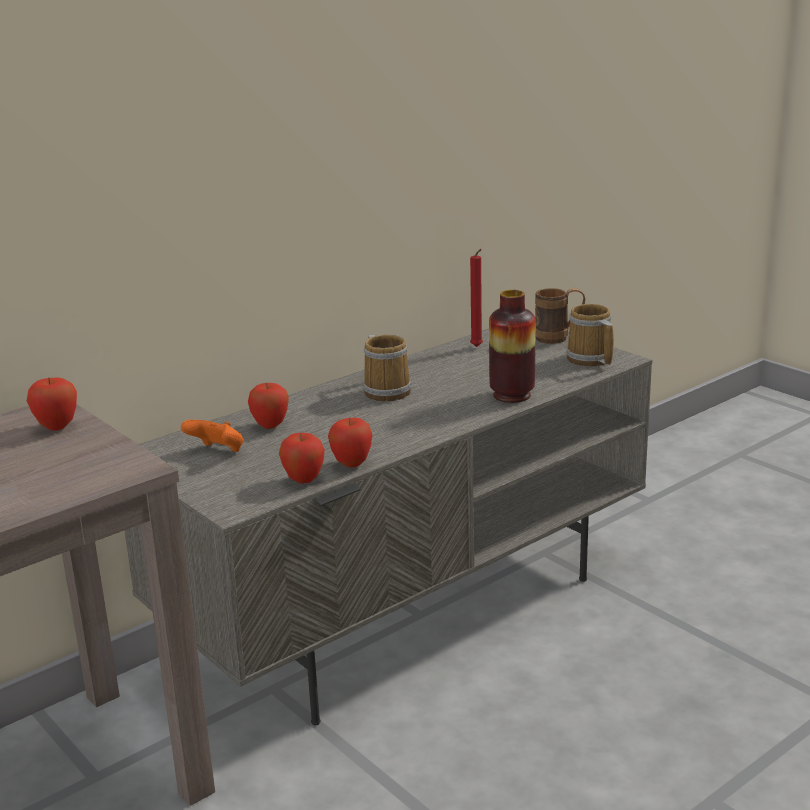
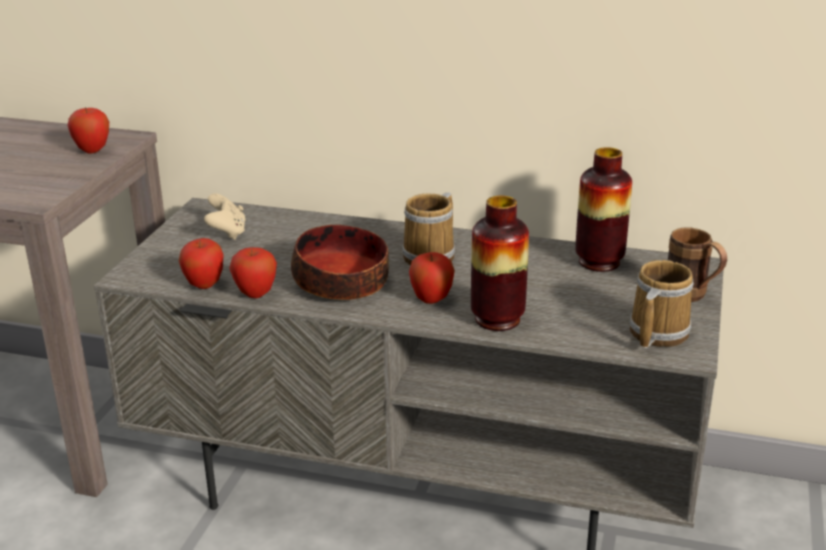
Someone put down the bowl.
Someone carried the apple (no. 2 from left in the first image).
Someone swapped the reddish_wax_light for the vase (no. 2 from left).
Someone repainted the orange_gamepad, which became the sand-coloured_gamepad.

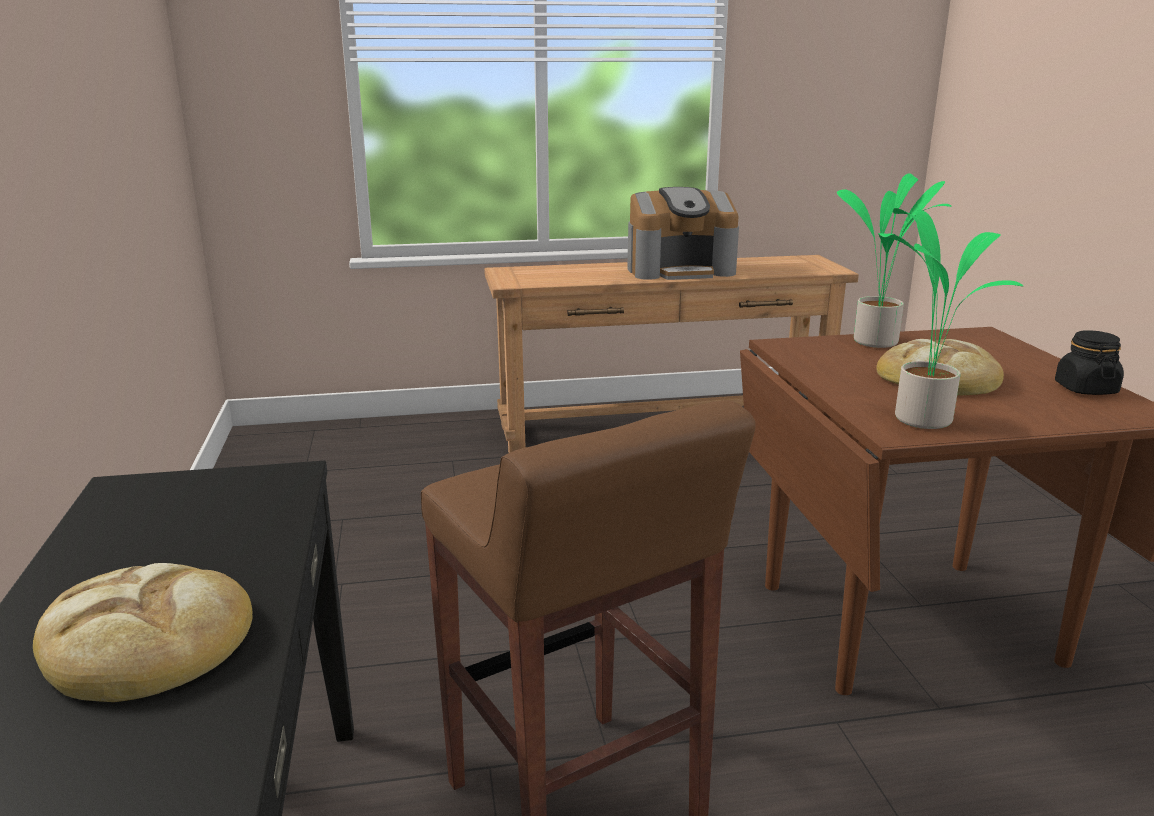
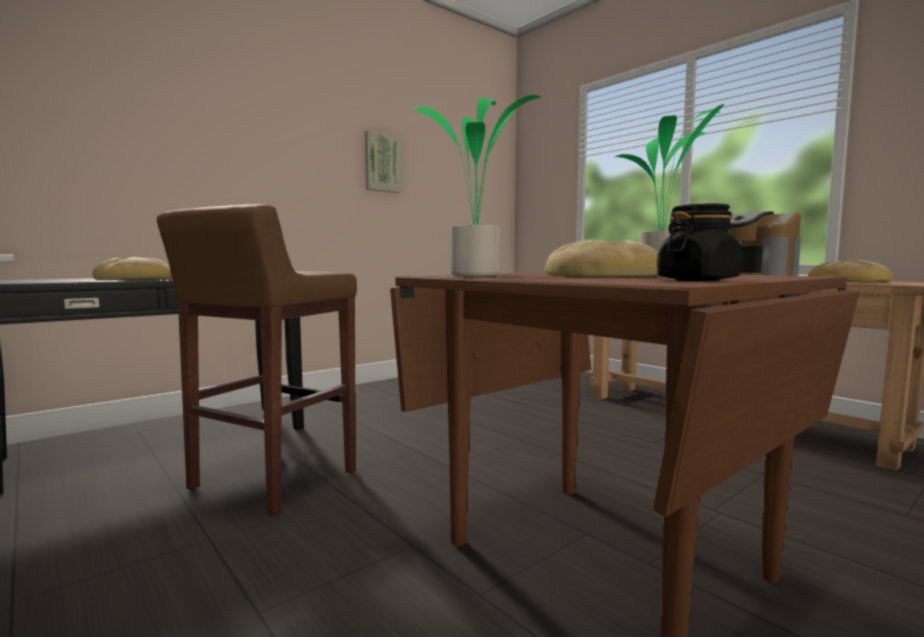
Someone put up the picture.
Someone put down the bakery_bread (no. 3 from left).

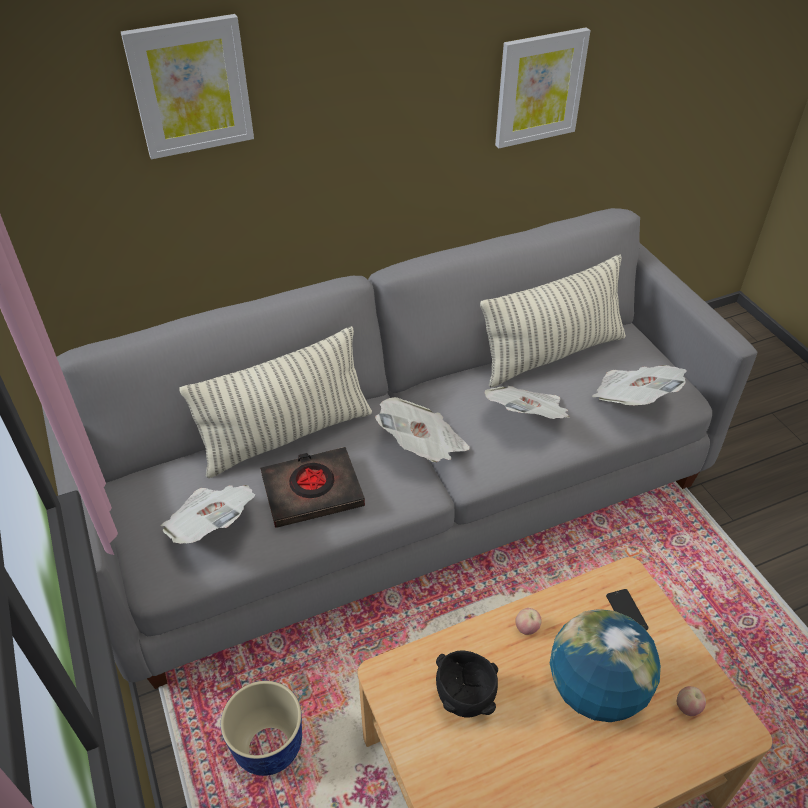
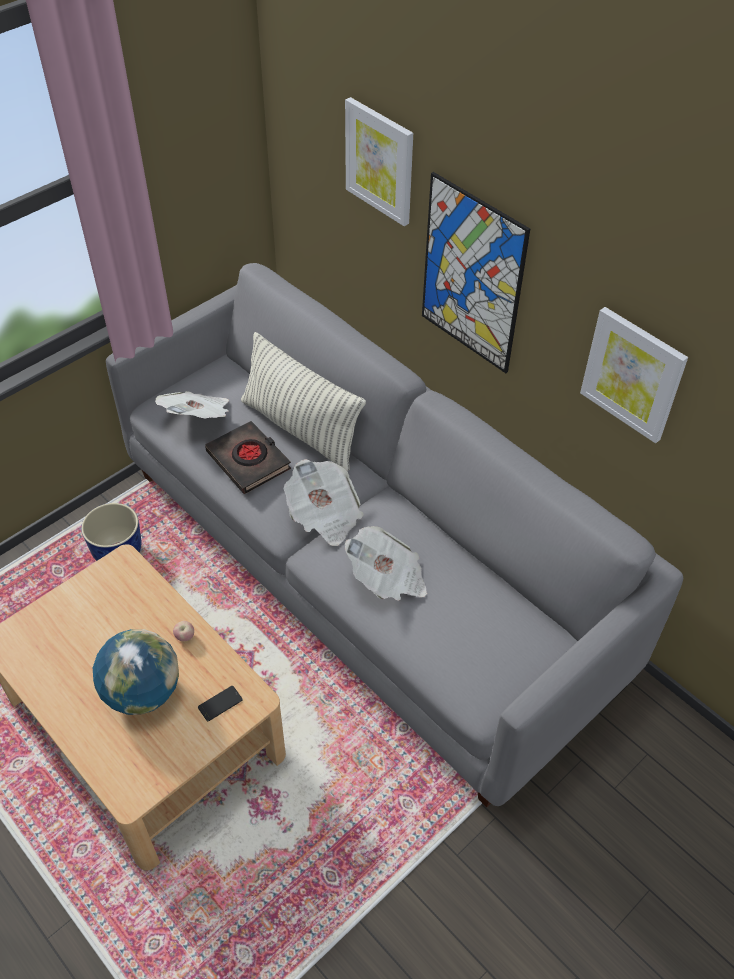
Someone took away the black_bowl.
Someone took away the throw_pillow (no. 2 from left).
Someone took away the printed_paper (no. 4 from left).
Someone took away the apple (no. 2 from left).
Someone put up the picture (no. 2 from left).

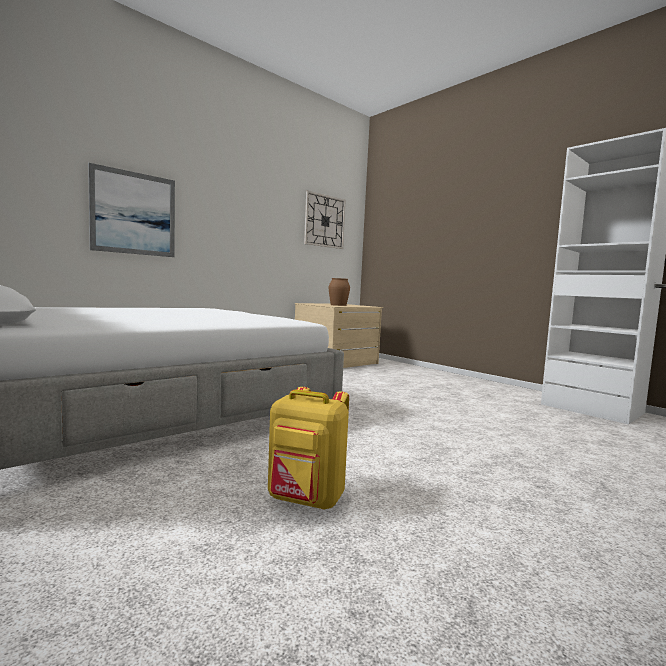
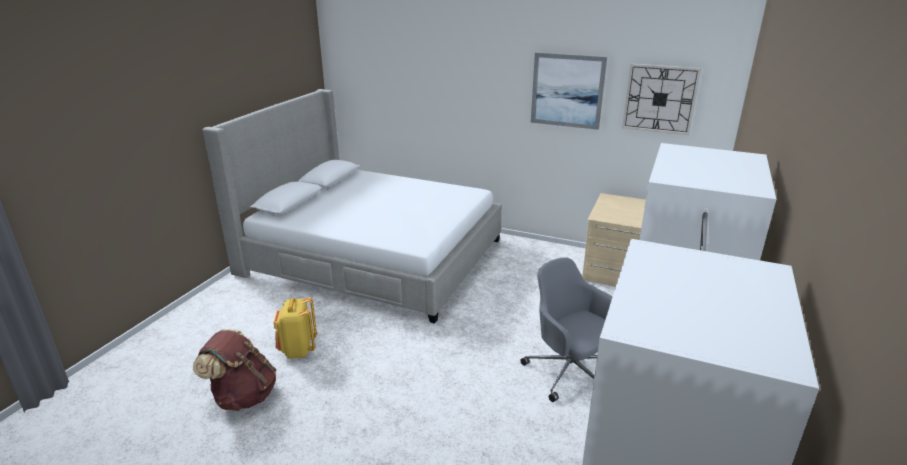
Someone took away the brown_vase.
Someone put down the brown_rucksack.
Someone put down the greyish_computer_chair.
Someone carried the picture.

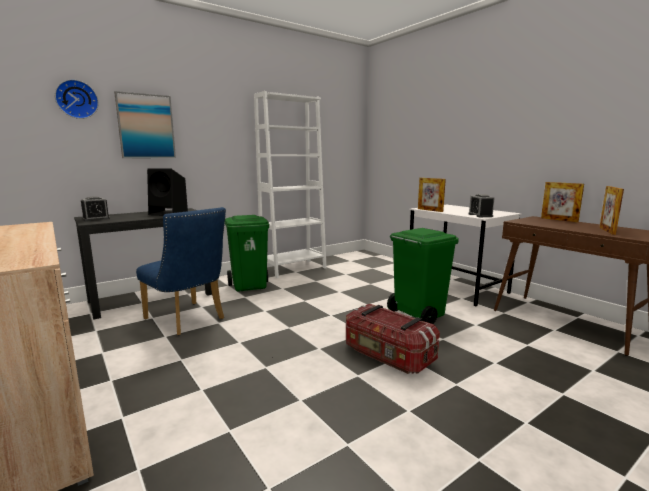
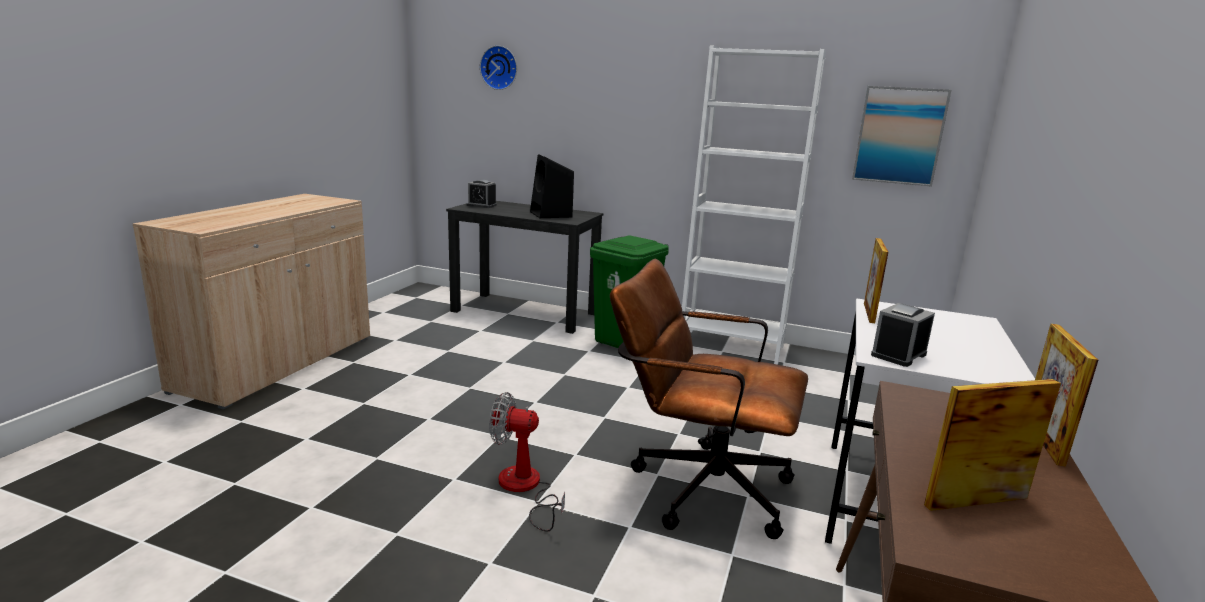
Someone took away the blue-coloured_chair.
Someone carried the picture.
Someone swapped the storage_container for the fan.
Someone swapped the greenish_waste_bin (no. 2 from left) for the brown_computer_chair.

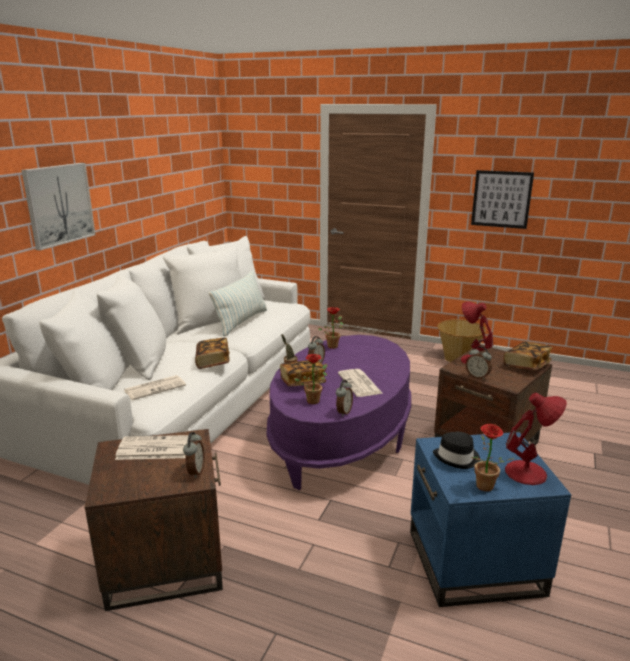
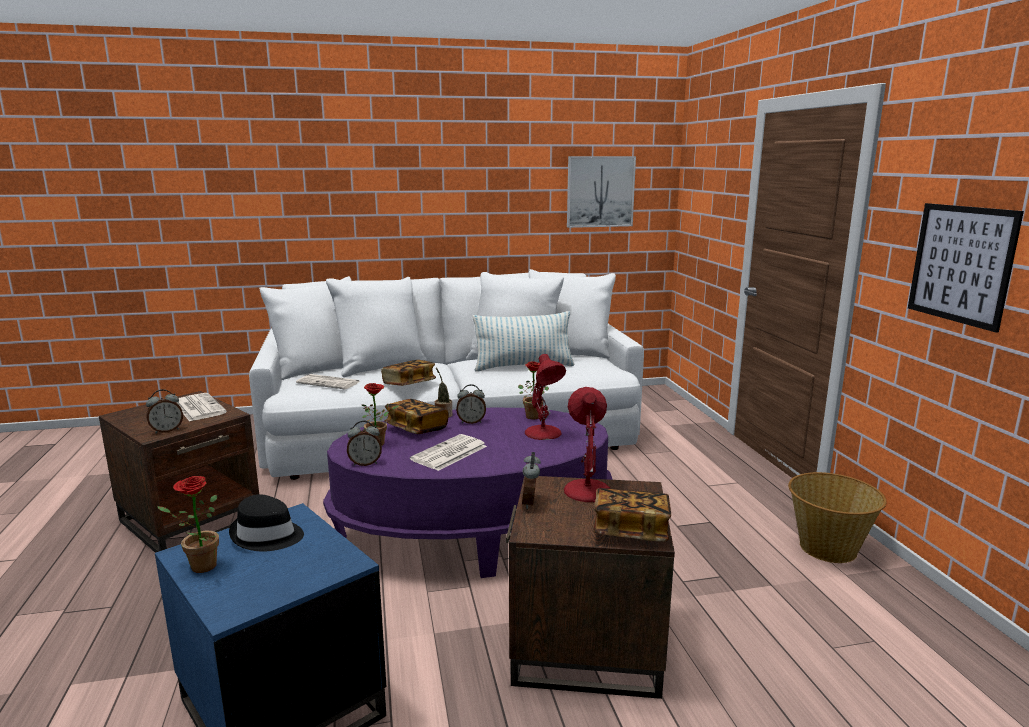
Someone carried the picture (no. 1 from left).
Someone carried the reddish_table_lamp (no. 2 from left in the first image).

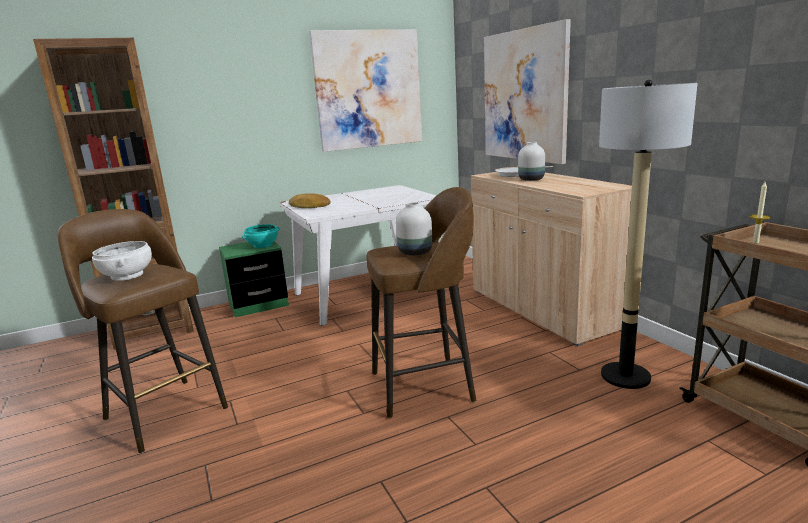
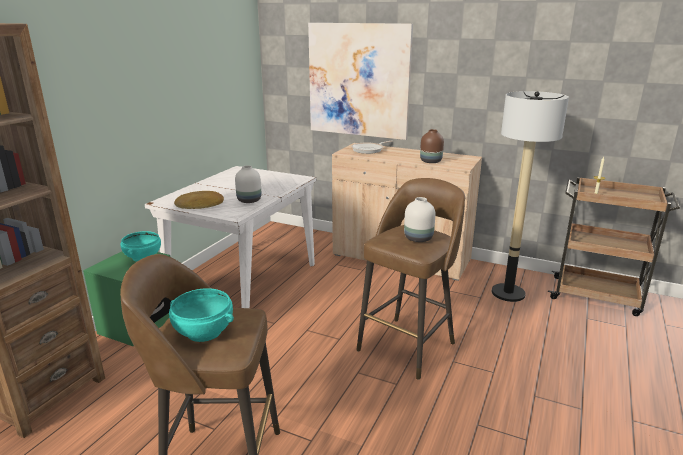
Someone took away the picture (no. 1 from left).
Someone put down the brown_vase.
Someone carried the whitish_vase (no. 2 from left in the first image).
Someone repainted the whitish_bowl, which became the blue-green_bowl (no. 2 from left).

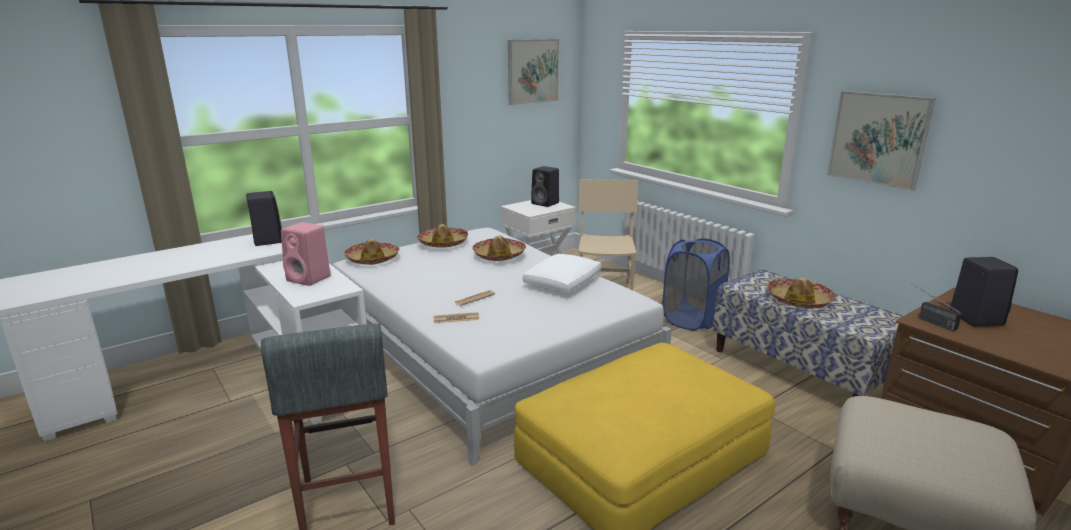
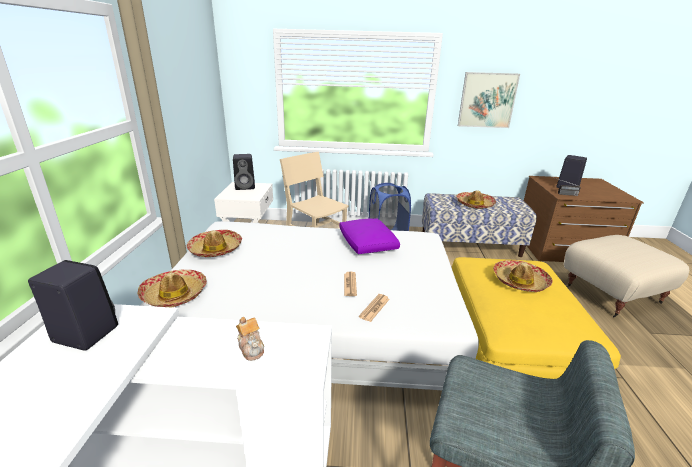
Someone took away the picture (no. 1 from left).
Someone carried the wearable_hat (no. 3 from left in the first image).
Someone swapped the pink-coloured_loudspeaker for the teapot.
Someone repainted the whitish_throw_pillow, which became the purple_throw_pillow.

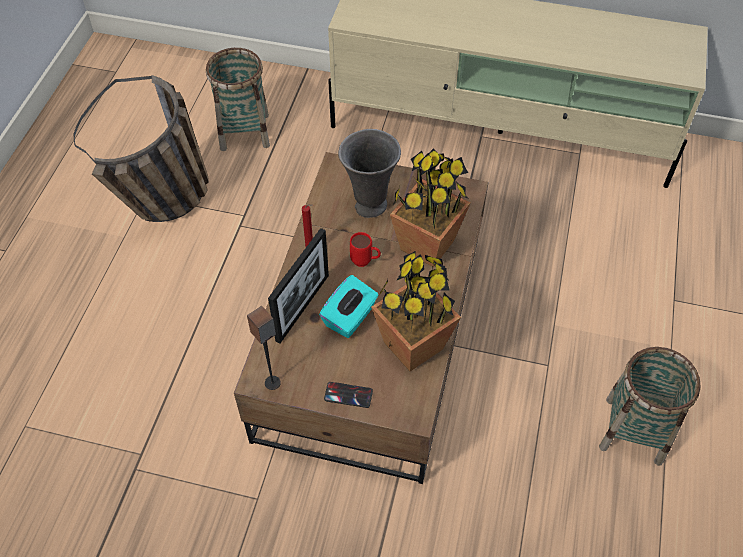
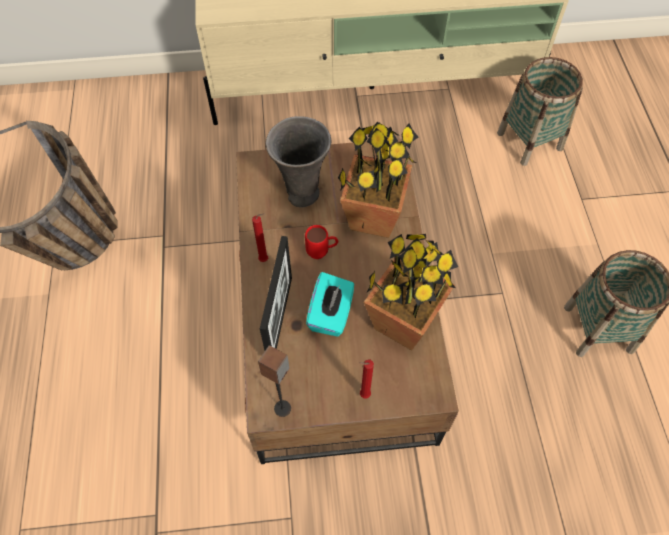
Someone carried the household_basket (no. 2 from left).
Someone swapped the telephone for the reddish_wax_light (no. 2 from left).

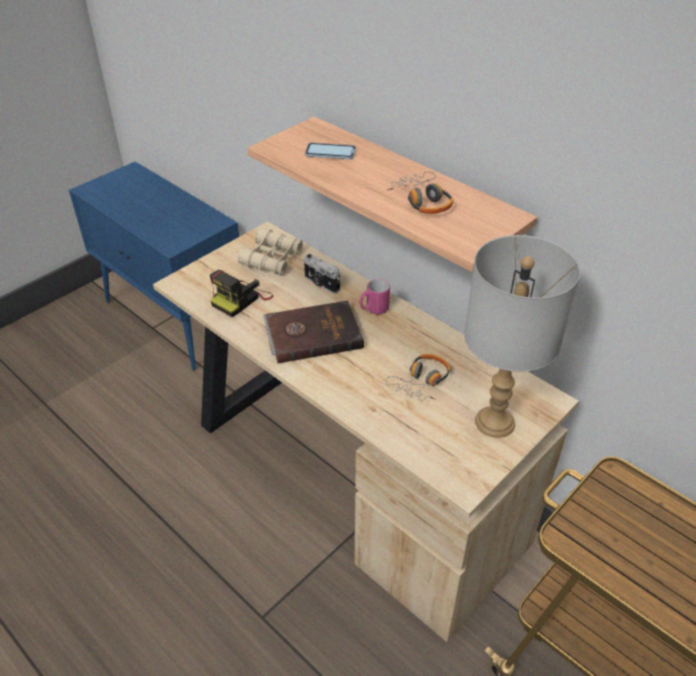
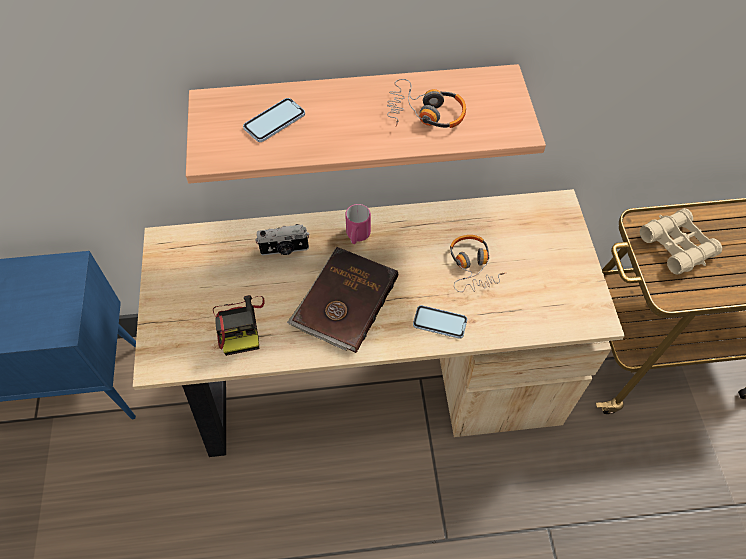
Someone took away the greyish_table_lamp.
Someone put down the telephone (no. 2 from left).
Someone carried the sand-coloured_binoculars.

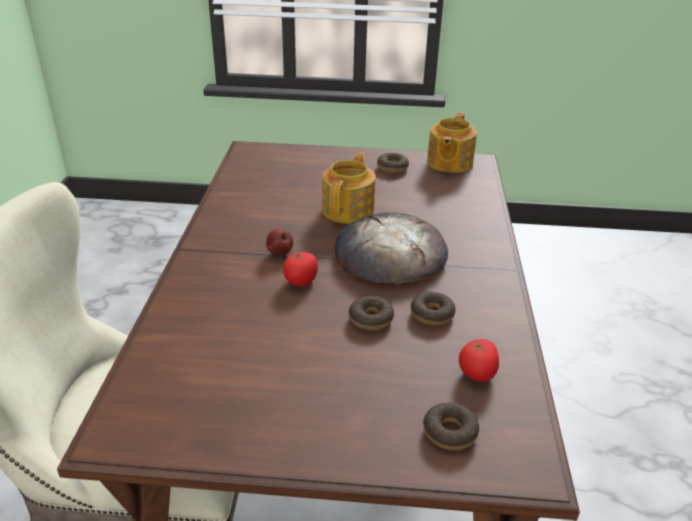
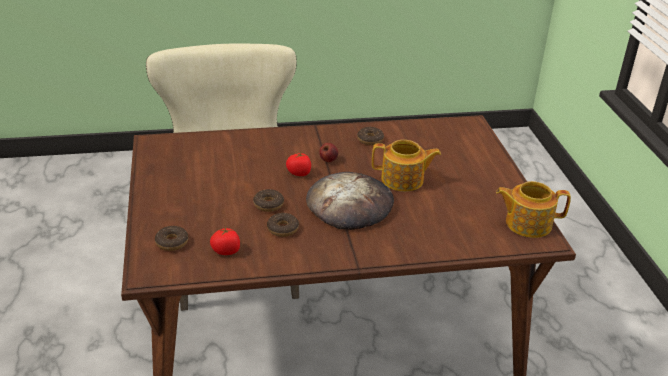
Someone carried the ring_doughnut (no. 2 from left in the first image).

